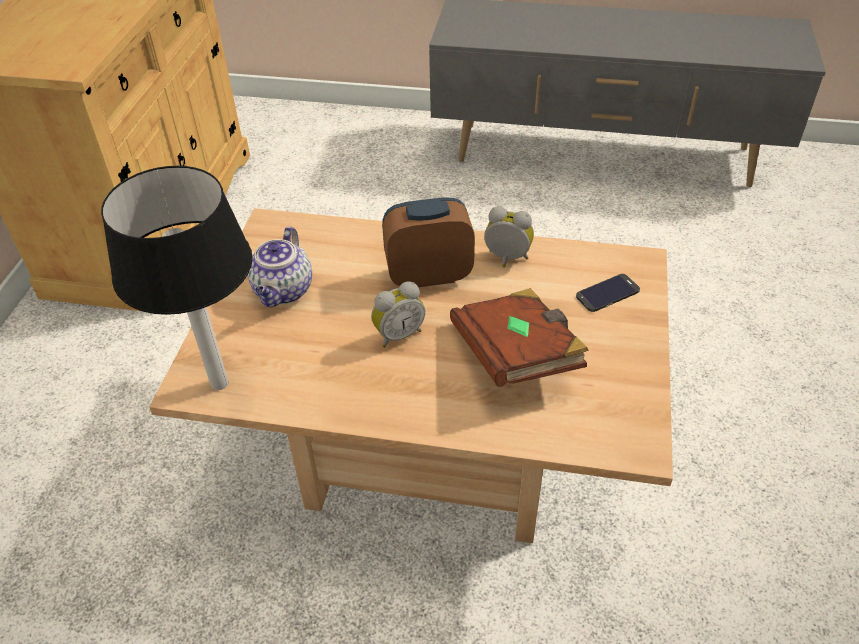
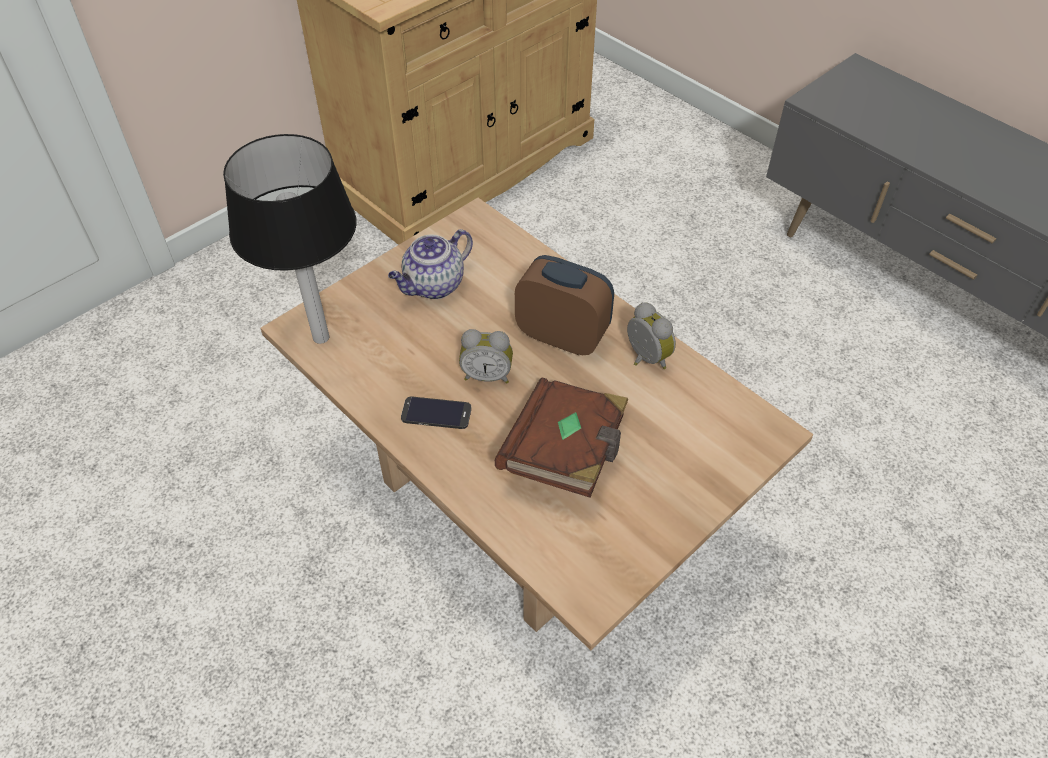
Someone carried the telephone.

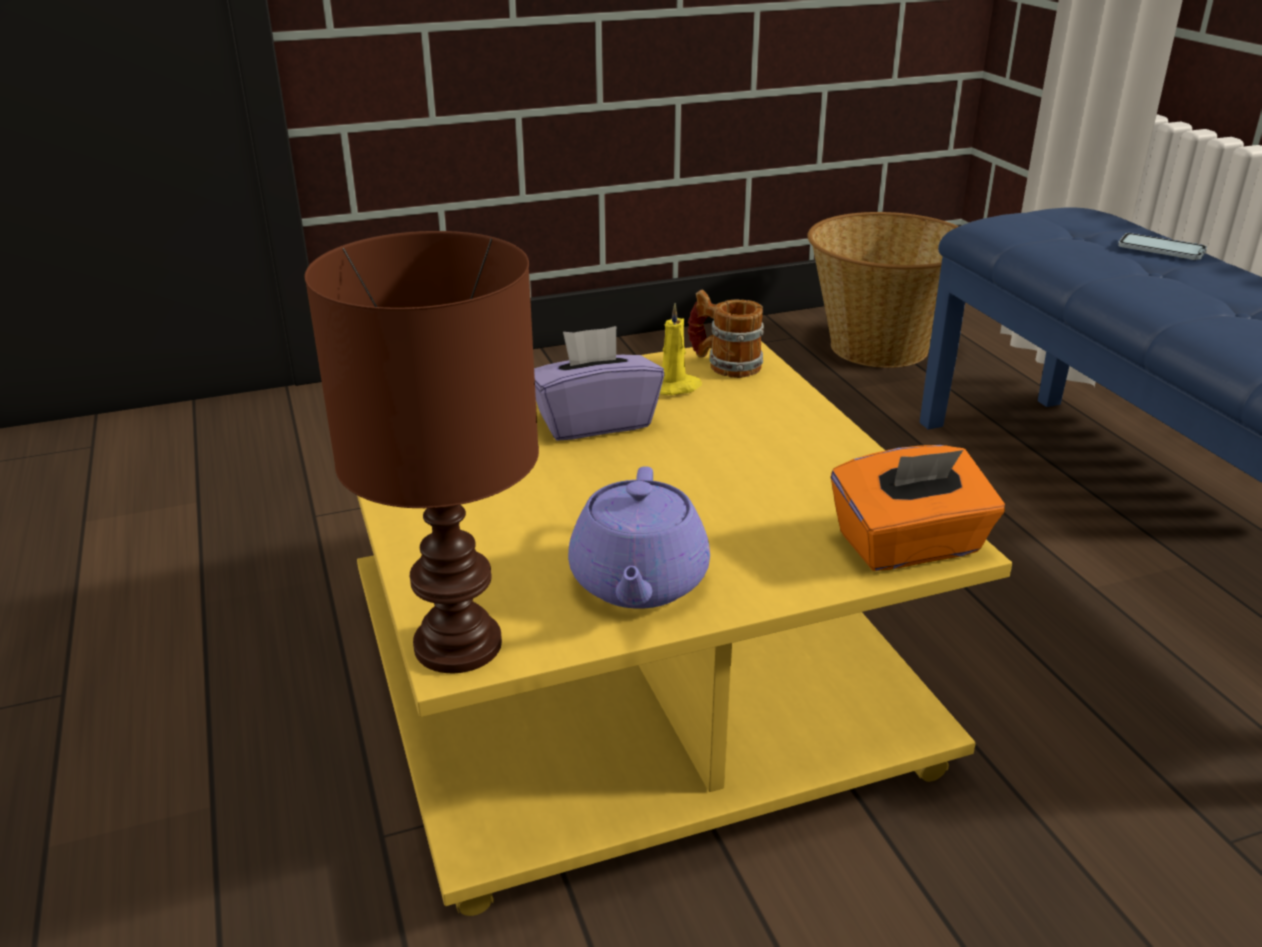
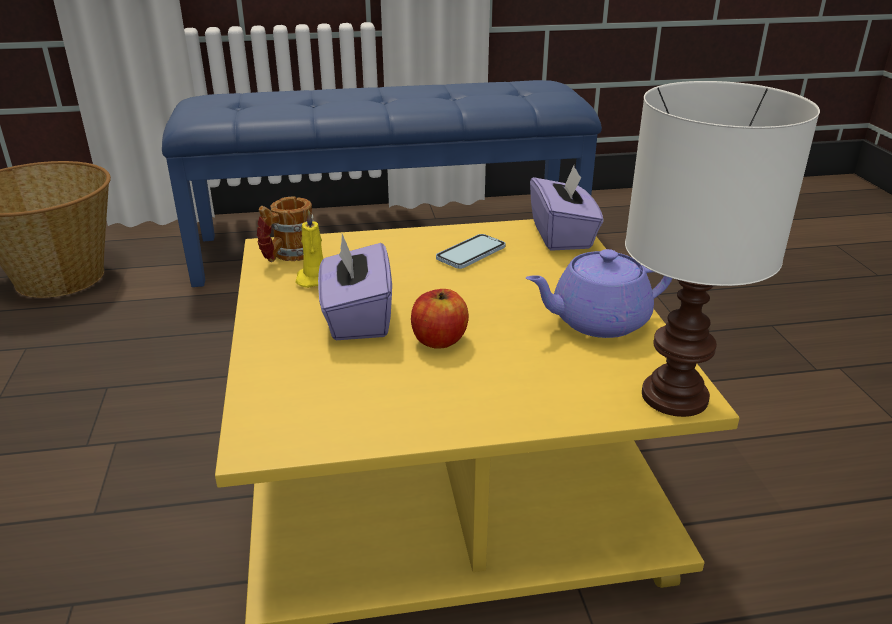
Someone put down the apple.
Someone carried the telephone.
Someone repainted the brown_table_lamp, which became the whitish_table_lamp.
Someone repainted the orange_box_of_tissues, which became the purple_box_of_tissues (no. 2 from left).
Someone rotated the purple_teapot by 150 degrees clockwise.

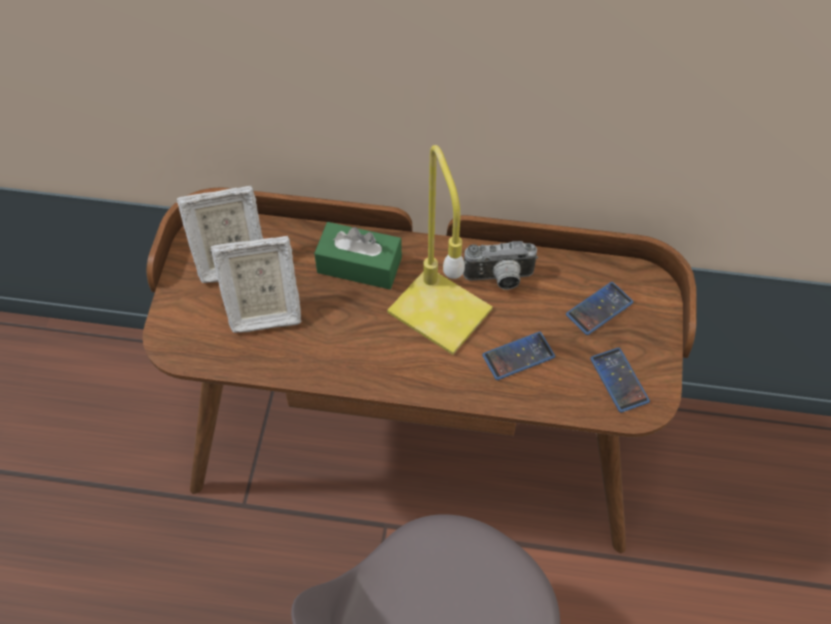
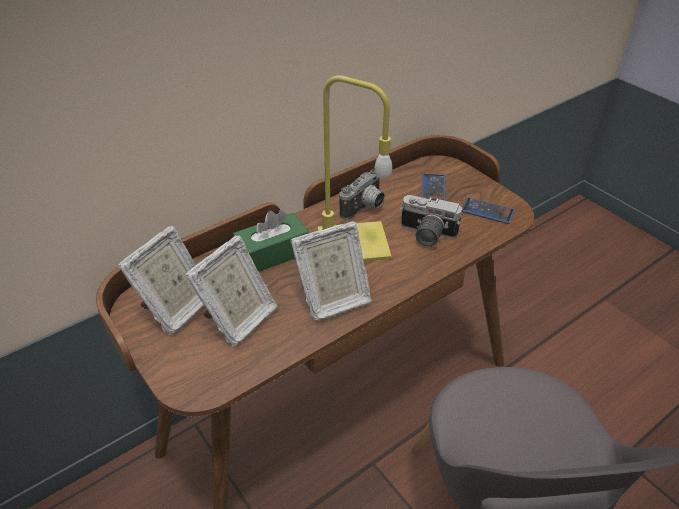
Someone put down the standing_frame (no. 3 from left).
Someone swapped the telephone (no. 1 from left) for the still_camera (no. 2 from left).

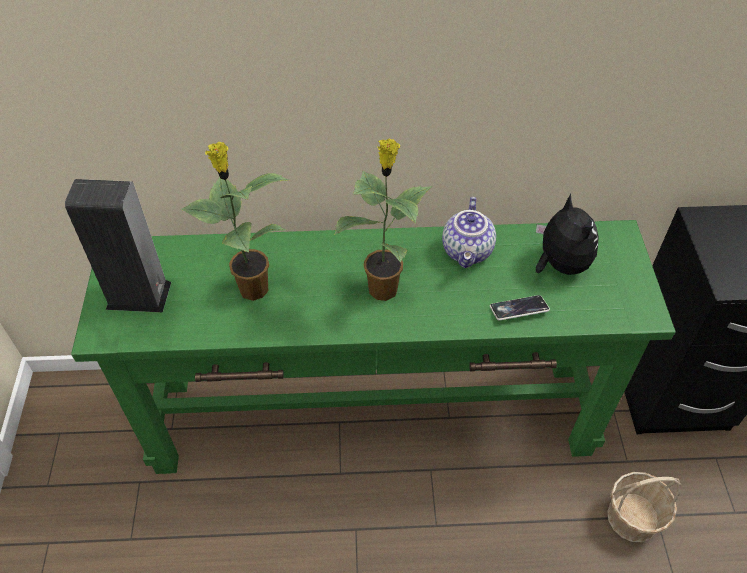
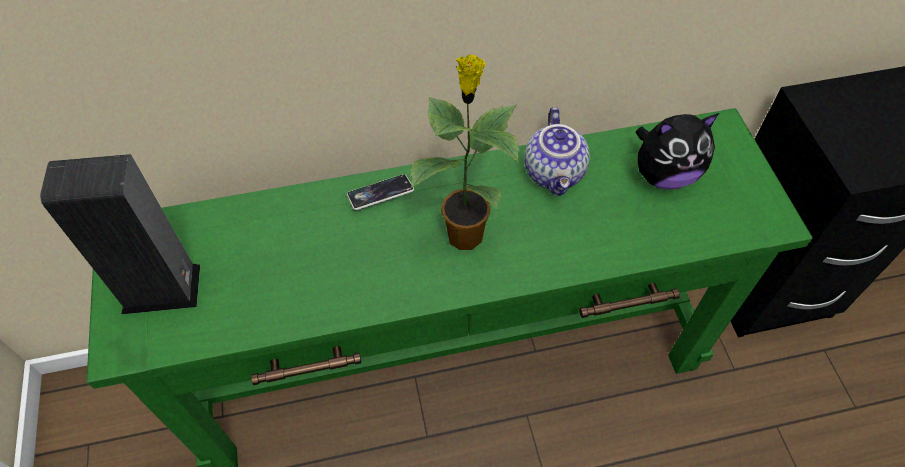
Someone took away the houseplant (no. 1 from left).
Someone took away the household_basket.
Someone carried the telephone.
Someone rotated the soft_toy by 105 degrees clockwise.

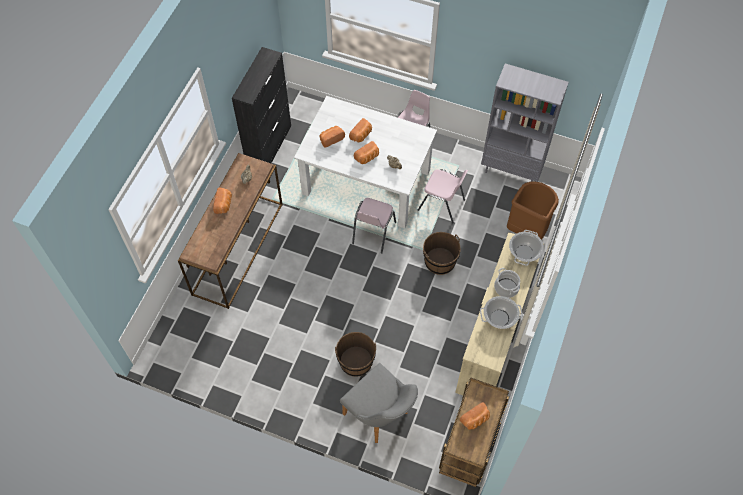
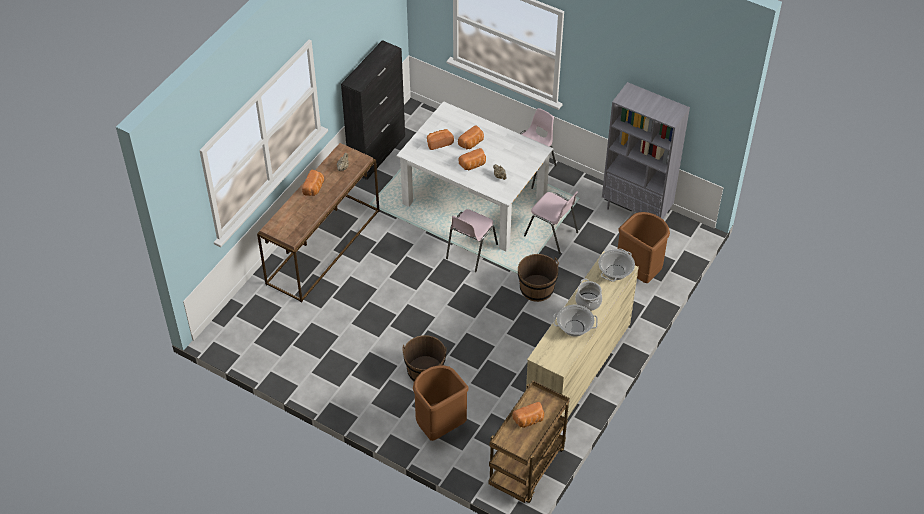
Someone swapped the greyish_chair for the brown_waste_bin (no. 1 from left).

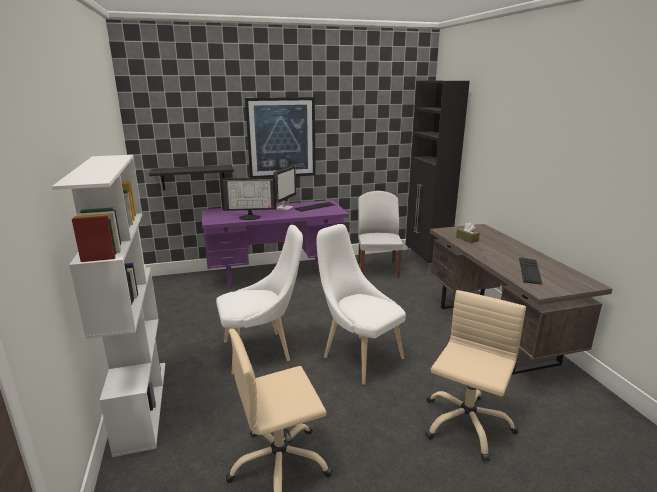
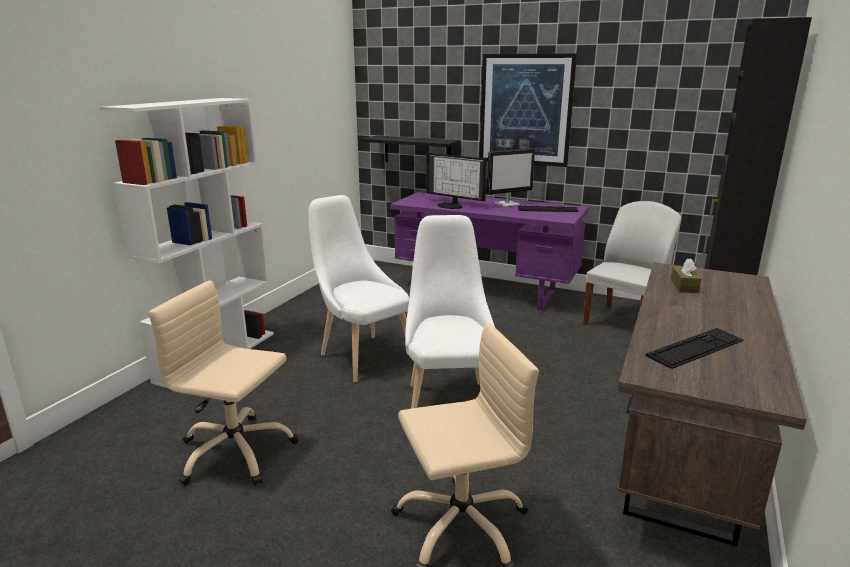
Someone rotated the whitish_chair (no. 1 from left) by 150 degrees counterclockwise.

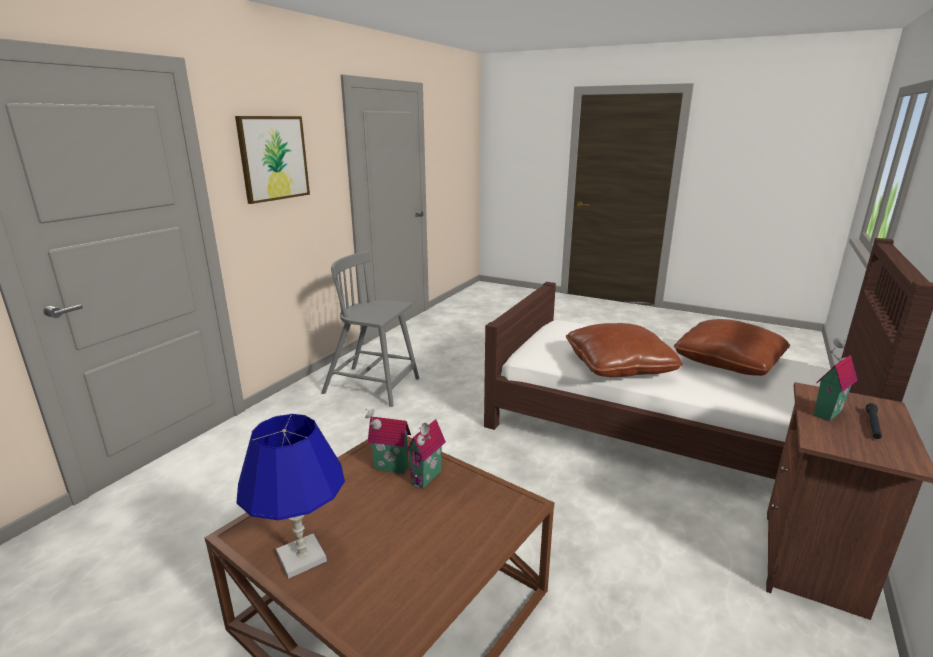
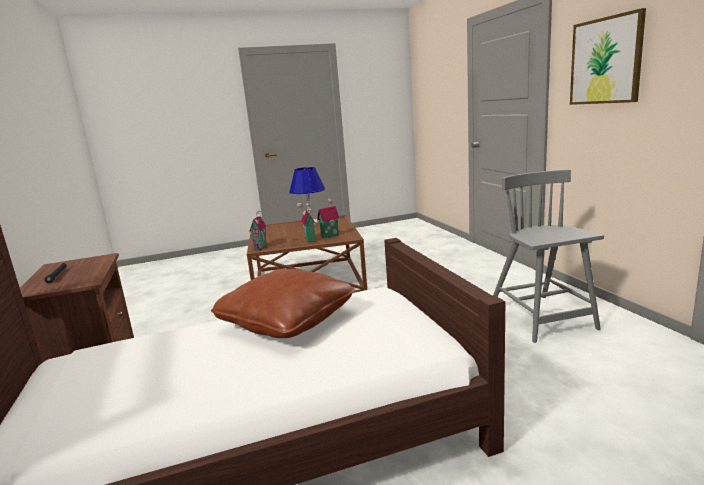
Someone took away the brown_throw_pillow (no. 2 from left).
Someone carried the miniature_house (no. 3 from left in the first image).
Someone rotated the greyish_chair by 75 degrees counterclockwise.

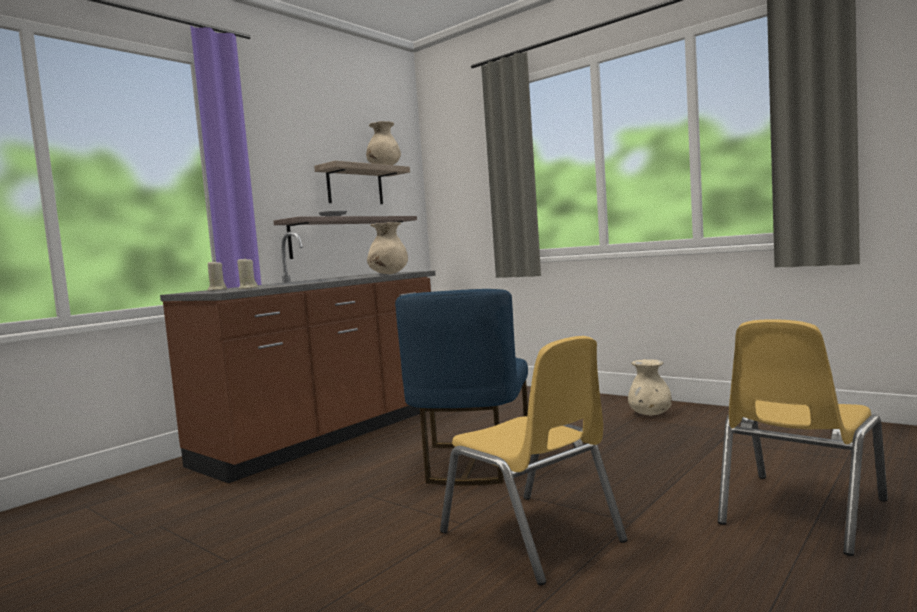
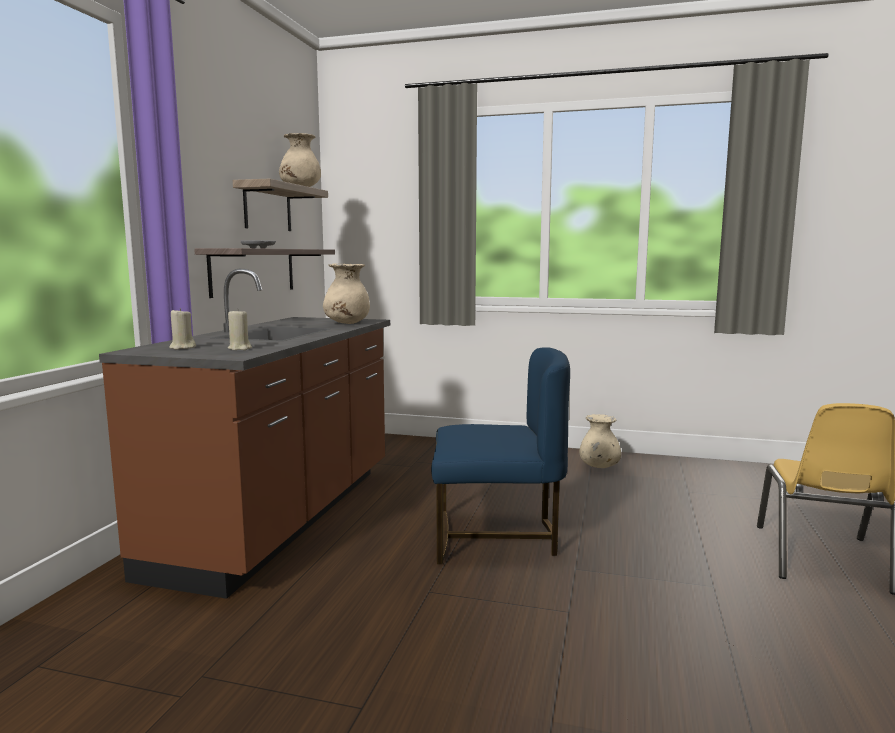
Someone took away the yellow_chair (no. 1 from left).
Someone rotated the blue-coloured_chair by 75 degrees counterclockwise.

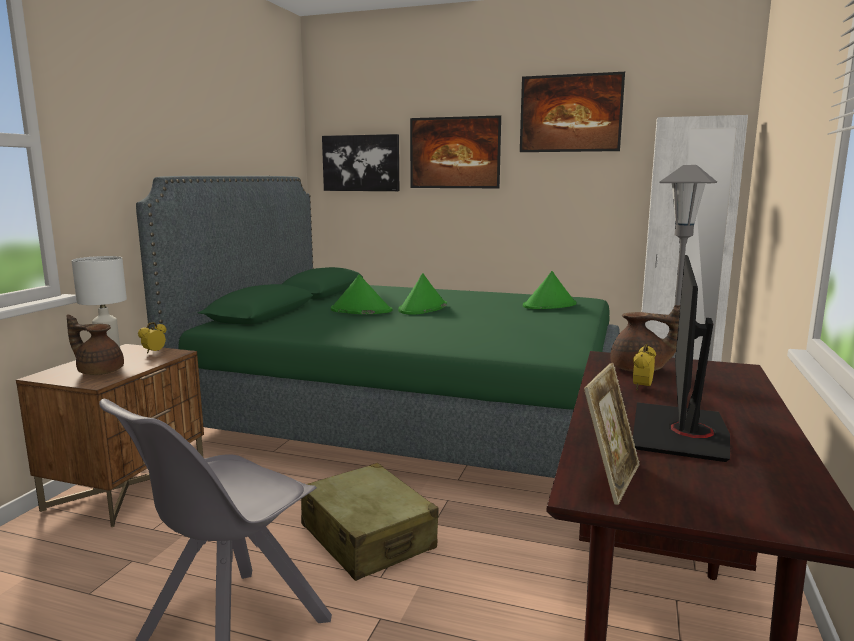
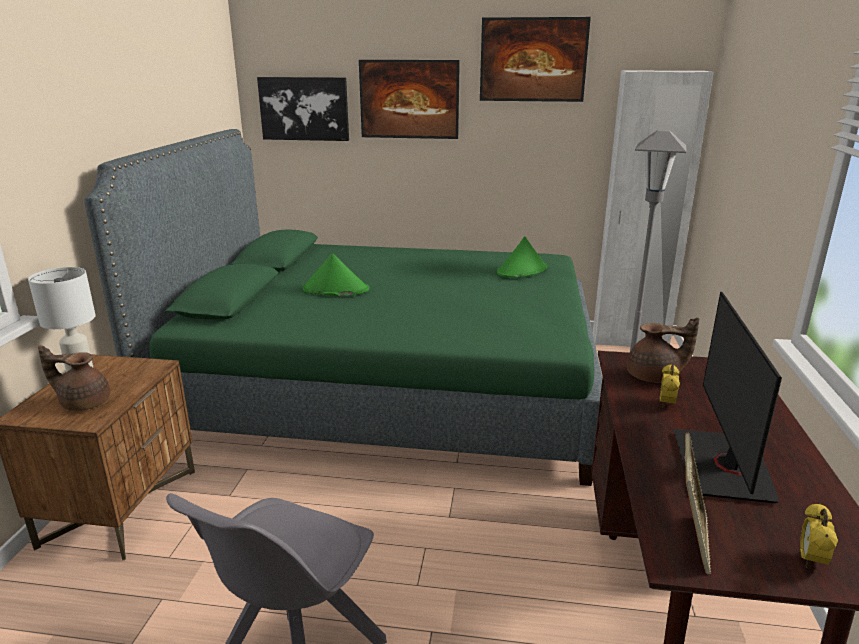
Someone took away the sand-coloured_travel_case.
Someone took away the greenish_wearable_hat (no. 2 from left).
Someone carried the alarm_clock (no. 1 from left in the first image).

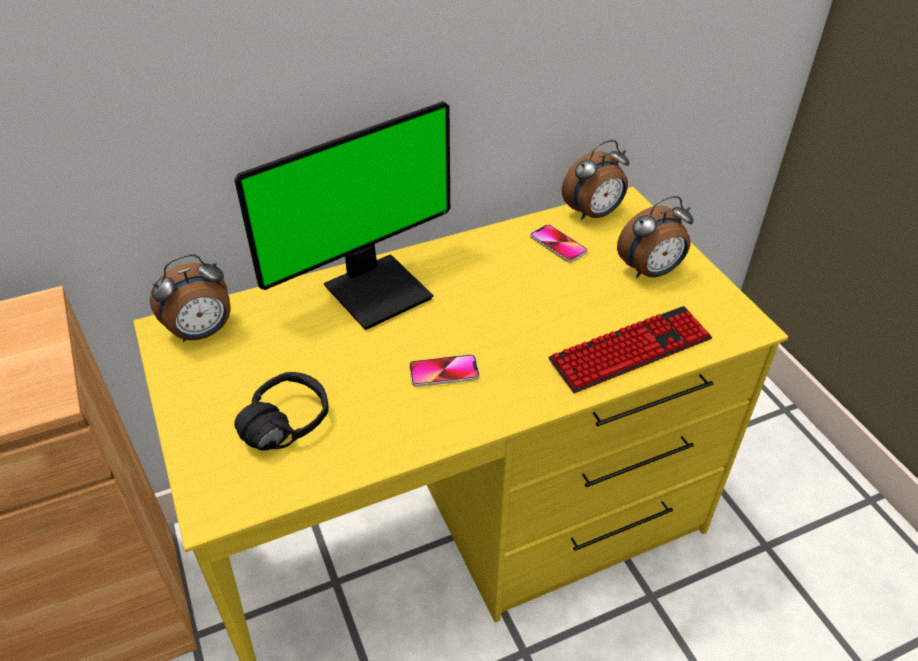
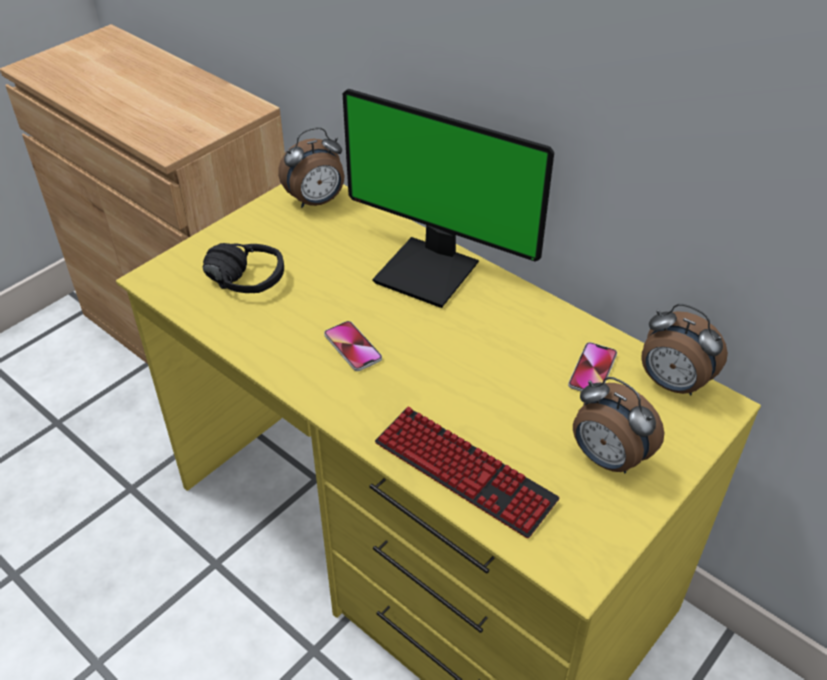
Someone rotated the alarm_clock (no. 1 from left) by 60 degrees counterclockwise.

